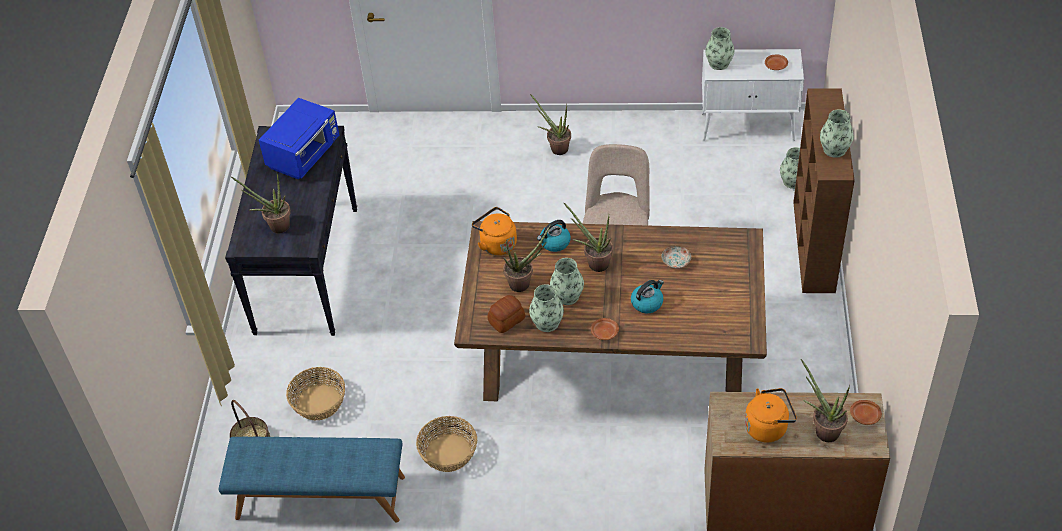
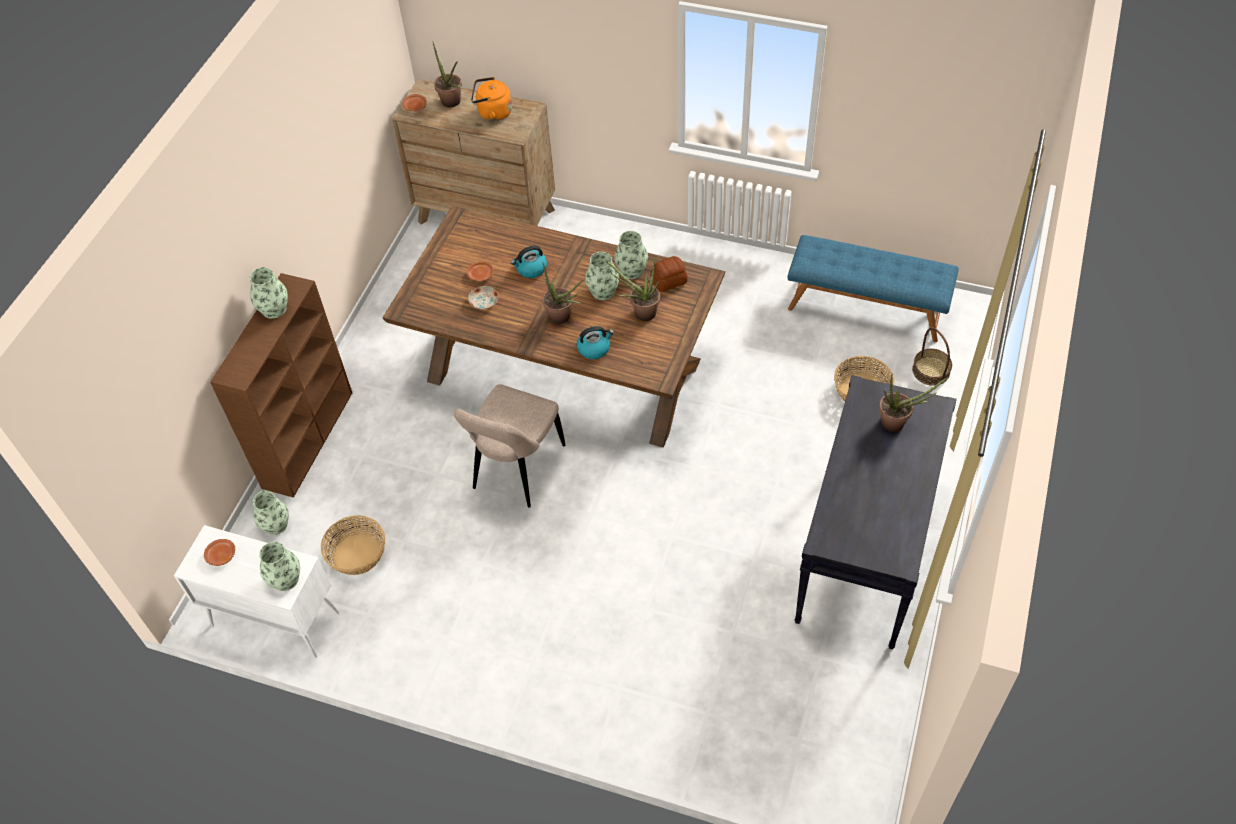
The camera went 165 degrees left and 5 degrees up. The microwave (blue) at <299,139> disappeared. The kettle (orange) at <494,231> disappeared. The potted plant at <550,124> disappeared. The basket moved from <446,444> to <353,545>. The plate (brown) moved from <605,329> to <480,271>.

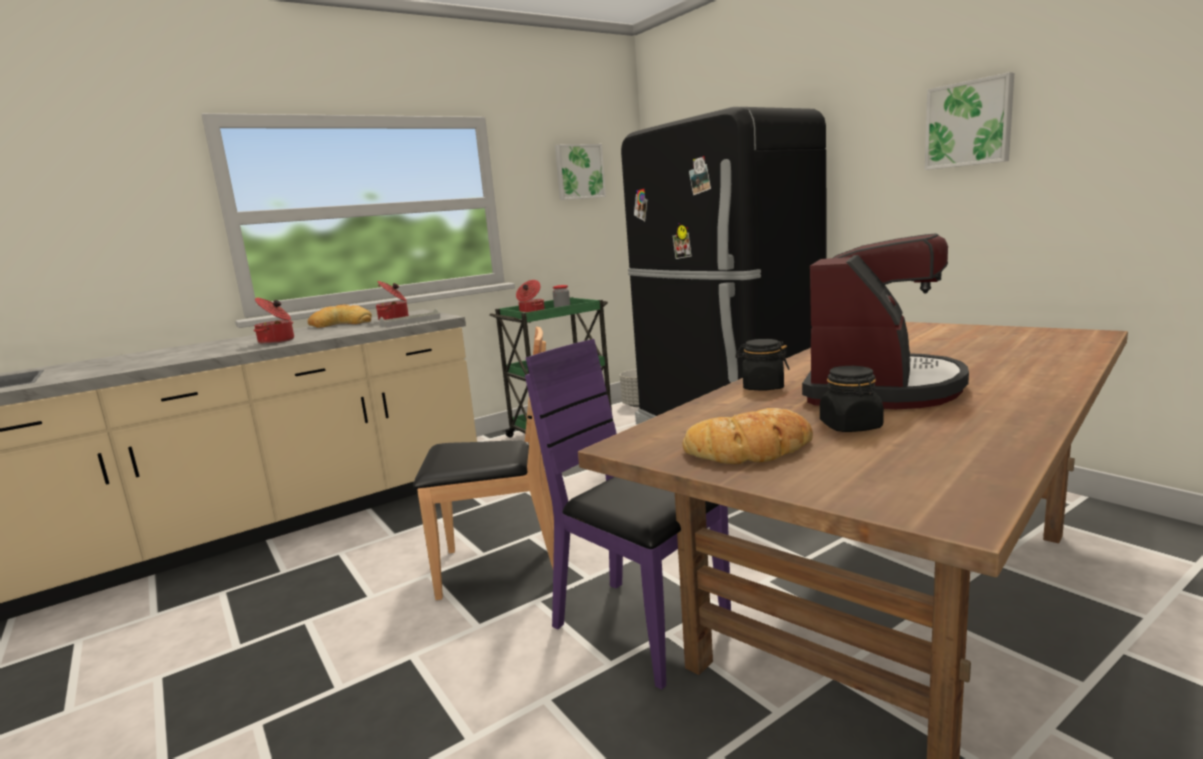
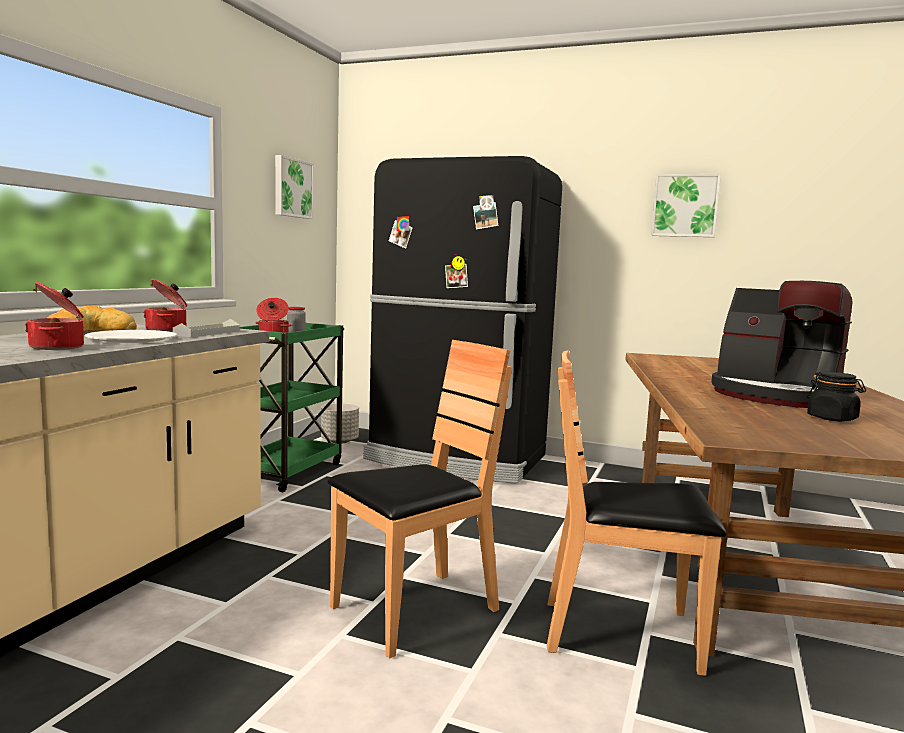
The camera went 35 degrees left and 5 degrees down. The bread at <748,436> disappeared. The jar (black) at <762,365> disappeared. The plate (white) at <131,336> appeared. The chair (purple) at <628,514> became the chair (brown) at <637,513>. The coffee machine at <885,321> turned 135 degrees clockwise.

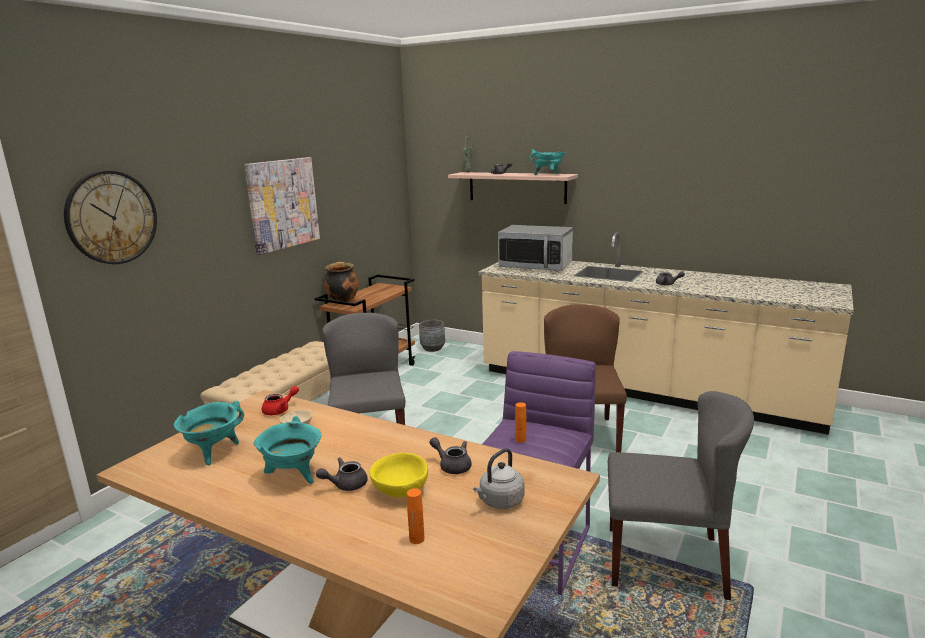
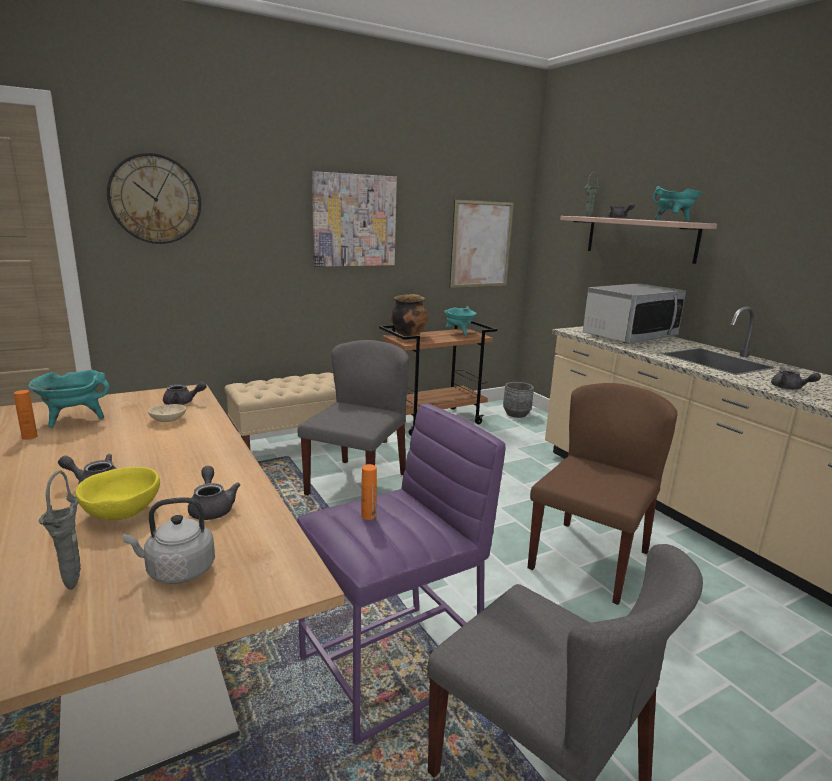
The camera went 30 degrees right and 0 degrees up. The vase (grey) at <59,530> appeared. The picture at <482,244> appeared. The cooking pot (turquoise) moved from <287,450> to <460,321>. The bottle (orange) moved from <416,516> to <26,415>. The teapot (red) at <280,400> became the teapot (grey) at <185,393>. The microwave at <535,248> turned 90 degrees counterclockwise.

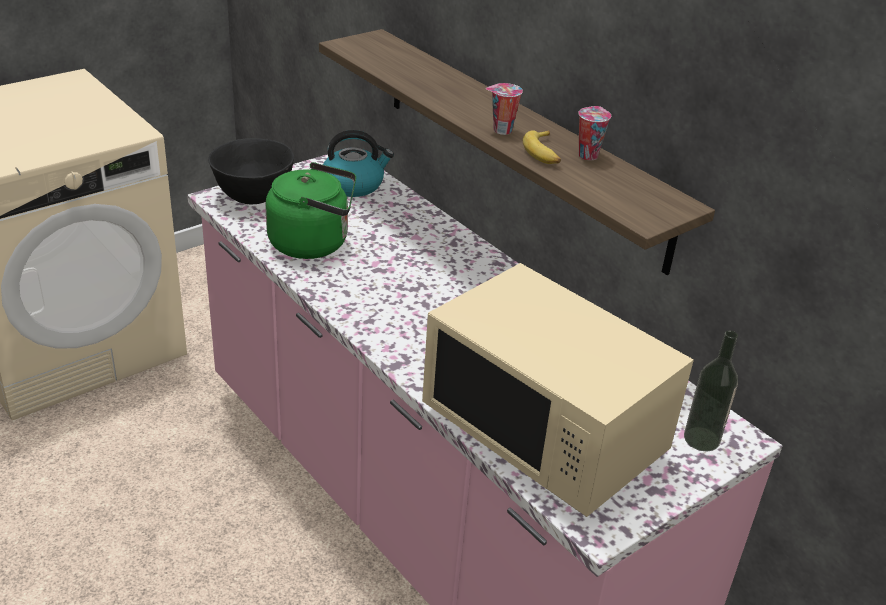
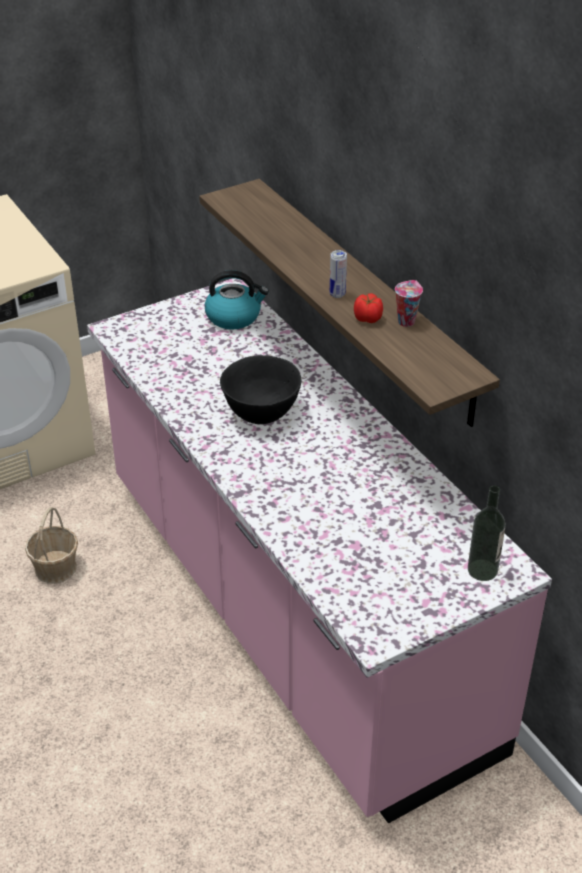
The camera went 10 degrees right and 5 degrees up. The kettle (green) at <310,210> disappeared. The microwave (beige) at <558,390> disappeared. The basket at <51,545> appeared. The bowl (black) moved from <251,171> to <260,389>. The cup at <504,109> was replaced by the can at <338,274>. The banana at <542,147> was replaced by the tomato at <368,308>.

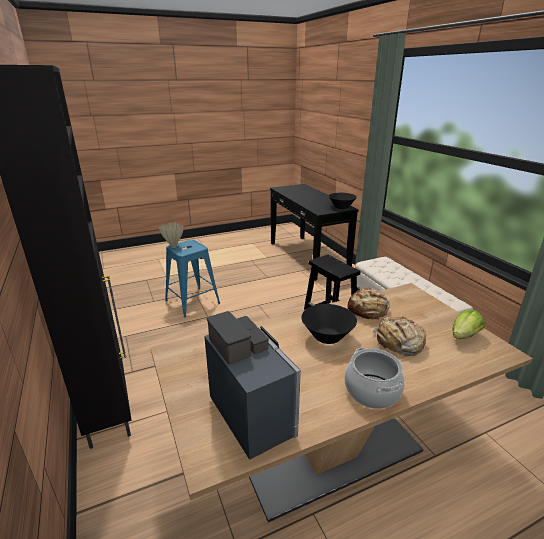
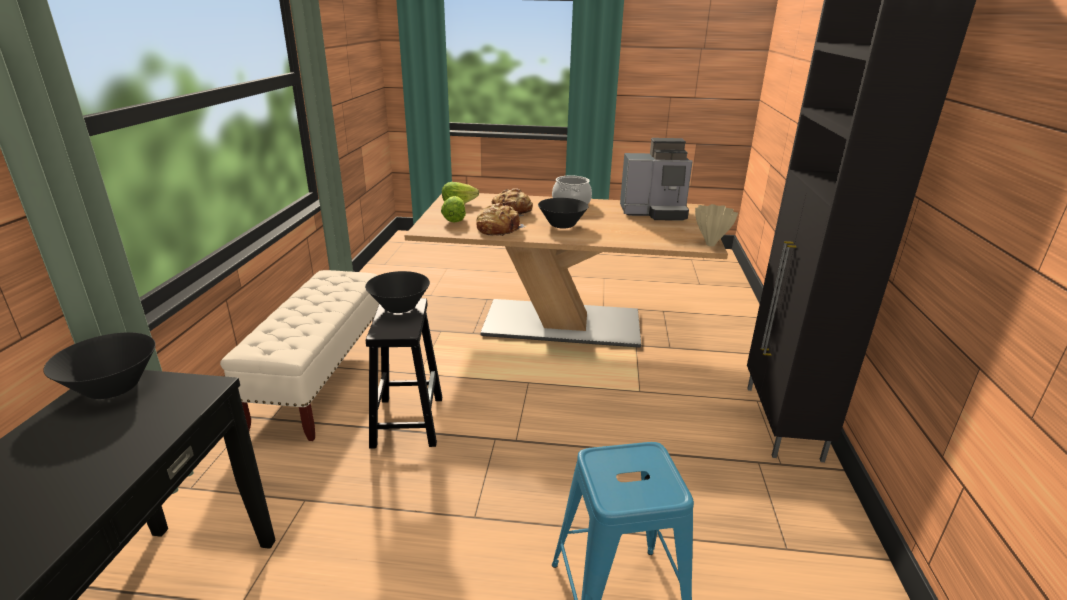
The camera went 150 degrees left and 0 degrees up. The bowl (black) at <397,292> appeared. The lettuce at <453,209> appeared. The vase (beige) moved from <171,234> to <716,225>. The coffee machine at <252,385> turned 90 degrees counterclockwise.

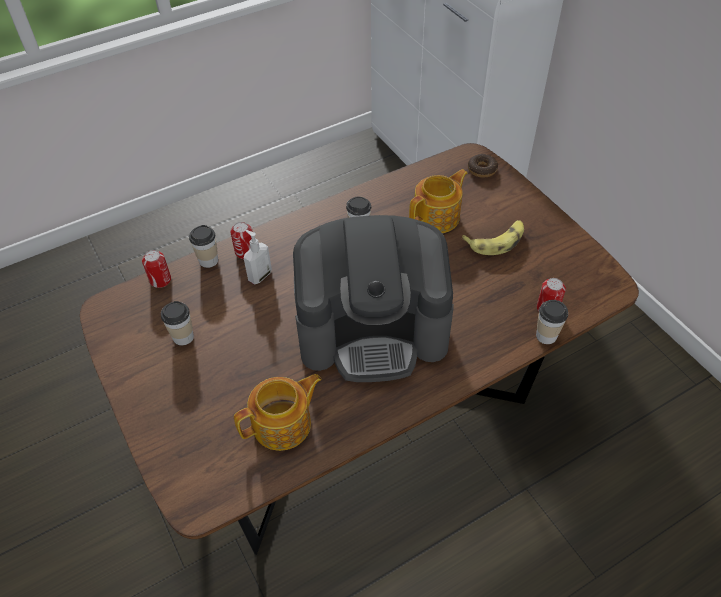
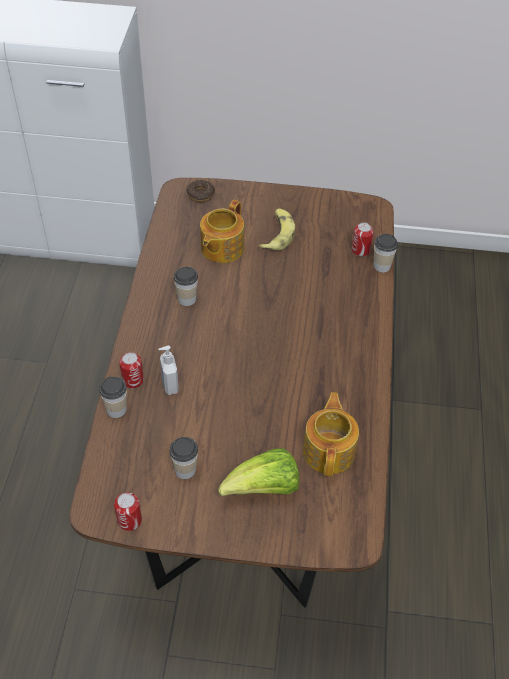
The camera went 55 degrees left and 0 degrees up. The coffee machine at <373,298> disappeared. The lettuce at <259,472> appeared. The can moved from <156,269> to <128,511>. The teapot at <438,201> turned 150 degrees counterclockwise.

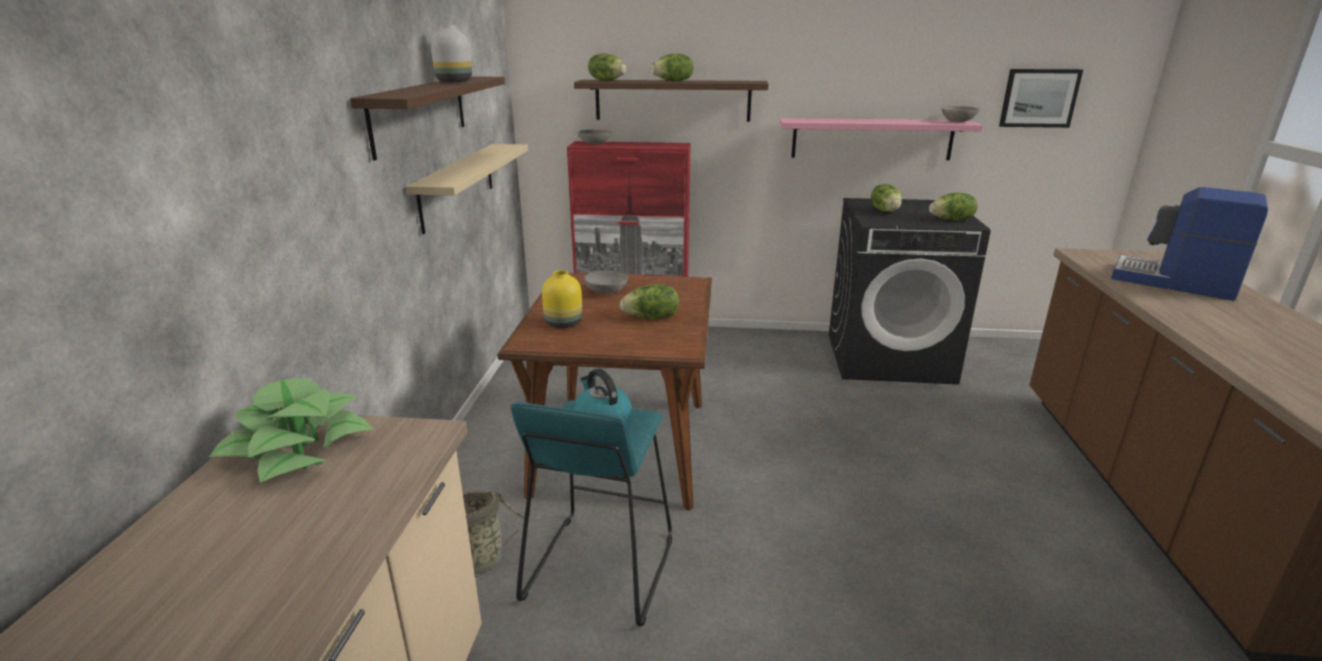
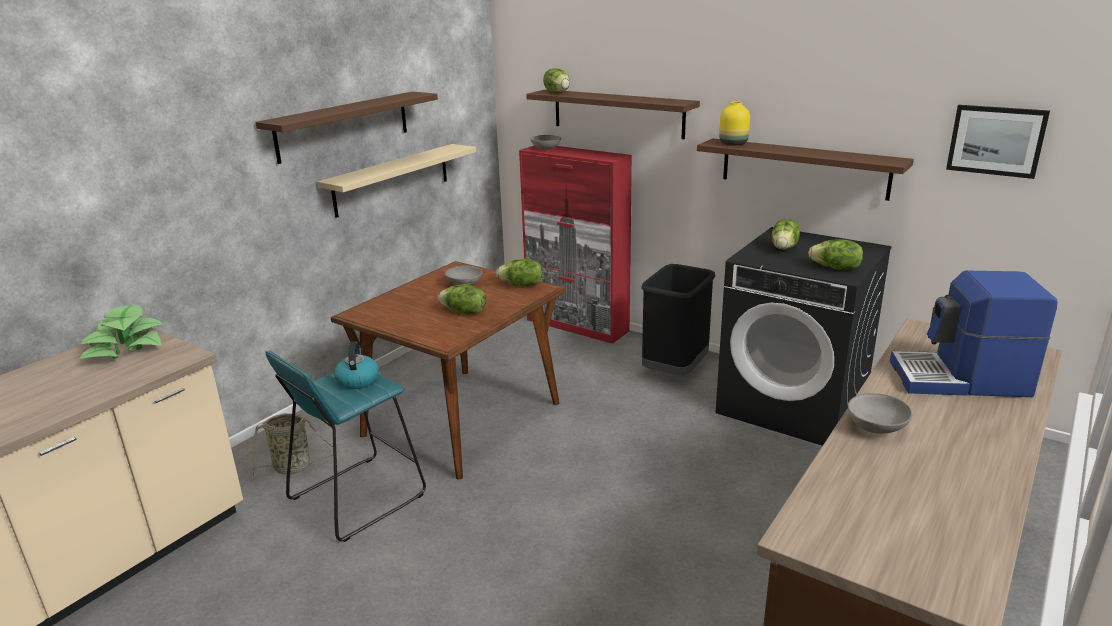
The camera went 30 degrees right and 0 degrees up. The vase (white) at <451,53> disappeared. The trash can (black) at <678,320> appeared. The vase (yellow) moved from <562,299> to <734,123>. The lettuce moved from <672,67> to <519,272>. The bowl (grey) moved from <960,114> to <880,413>. The shelf (pink) at <881,139> became the shelf (brown) at <805,169>. The coffee machine at <1189,244> turned 60 degrees counterclockwise.

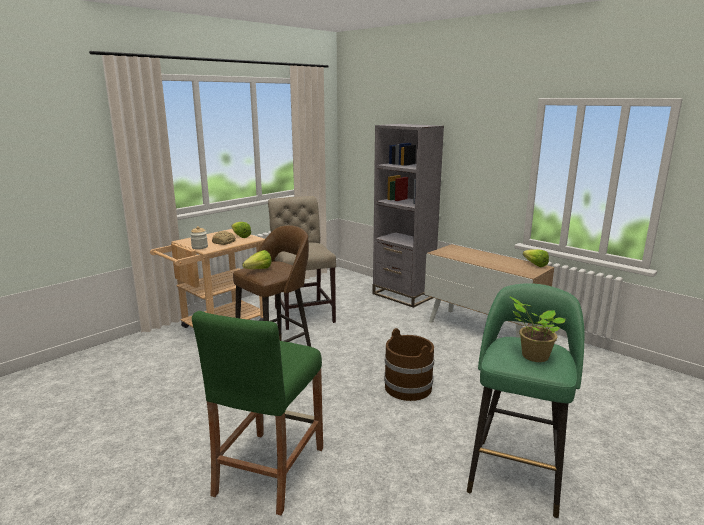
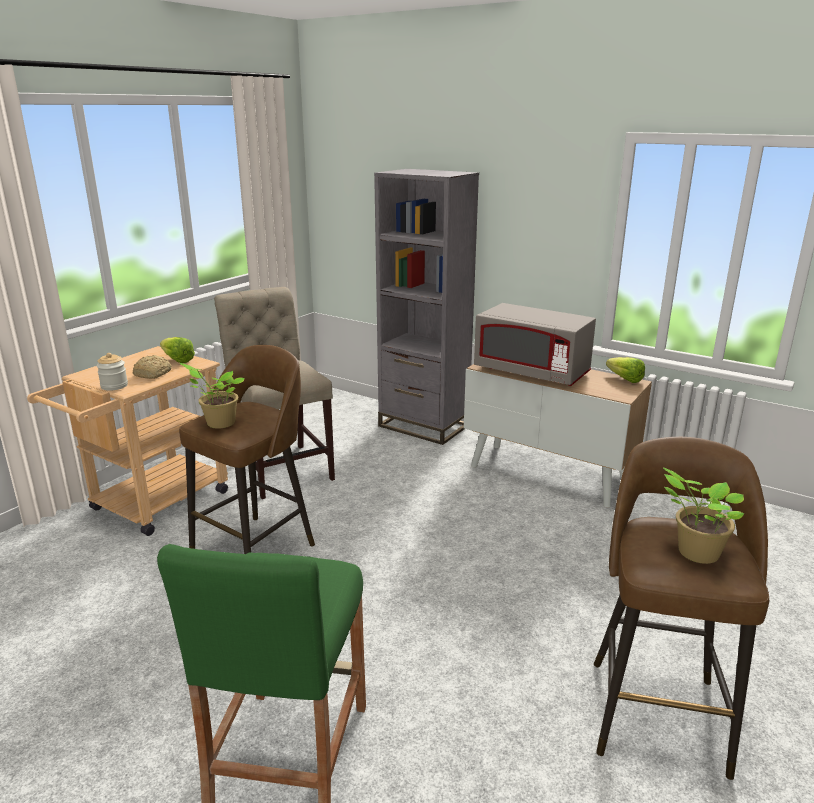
The camera went 10 degrees left and 5 degrees up. The bucket (brown) at <409,364> disappeared. The microwave (grey) at <535,344> appeared. The lettuce at <257,259> was replaced by the potted plant at <212,396>. The stool (green) at <525,400> became the stool (brown) at <681,608>.

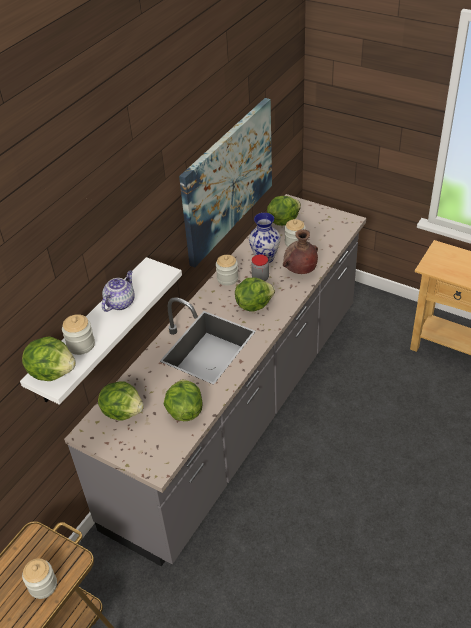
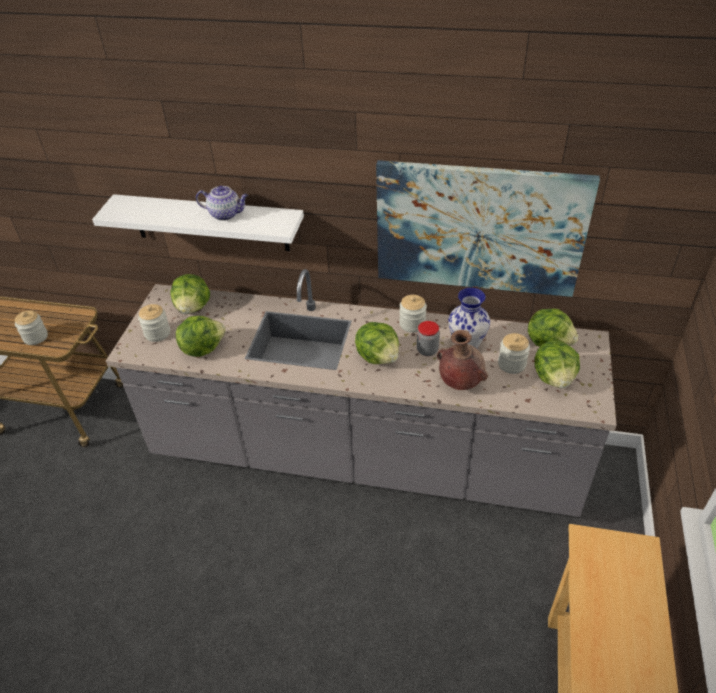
The camera went 70 degrees right and 0 degrees up. The lettuce moved from <49,358> to <557,364>. The jar moved from <78,334> to <154,323>.

